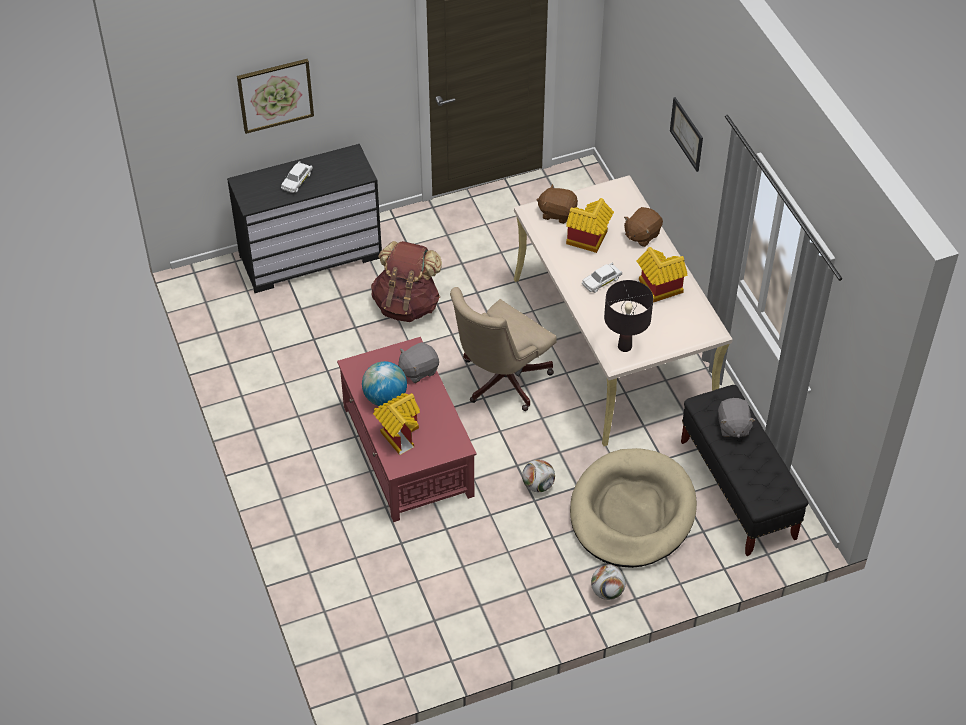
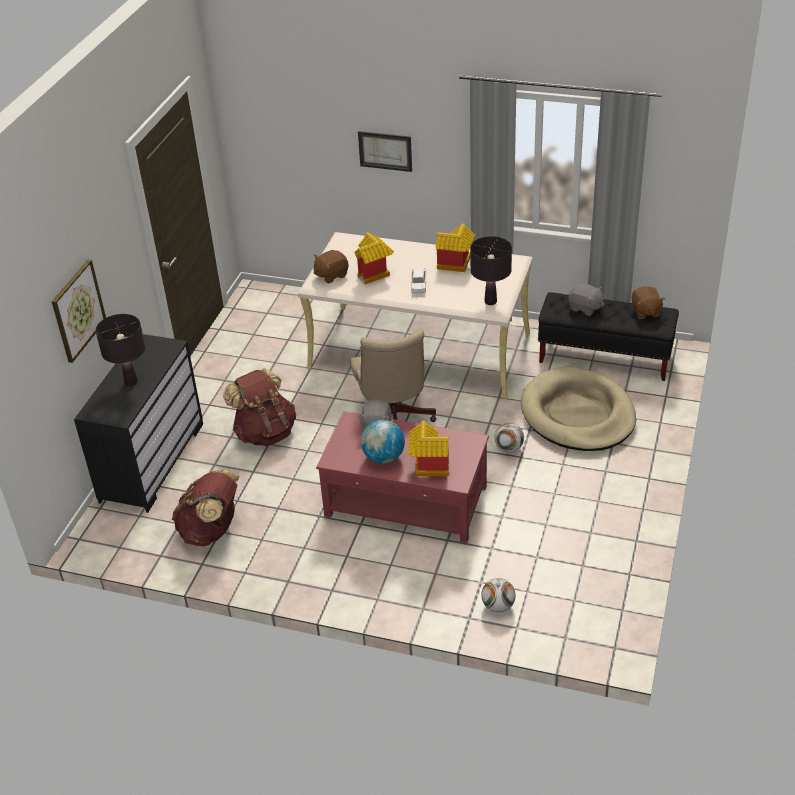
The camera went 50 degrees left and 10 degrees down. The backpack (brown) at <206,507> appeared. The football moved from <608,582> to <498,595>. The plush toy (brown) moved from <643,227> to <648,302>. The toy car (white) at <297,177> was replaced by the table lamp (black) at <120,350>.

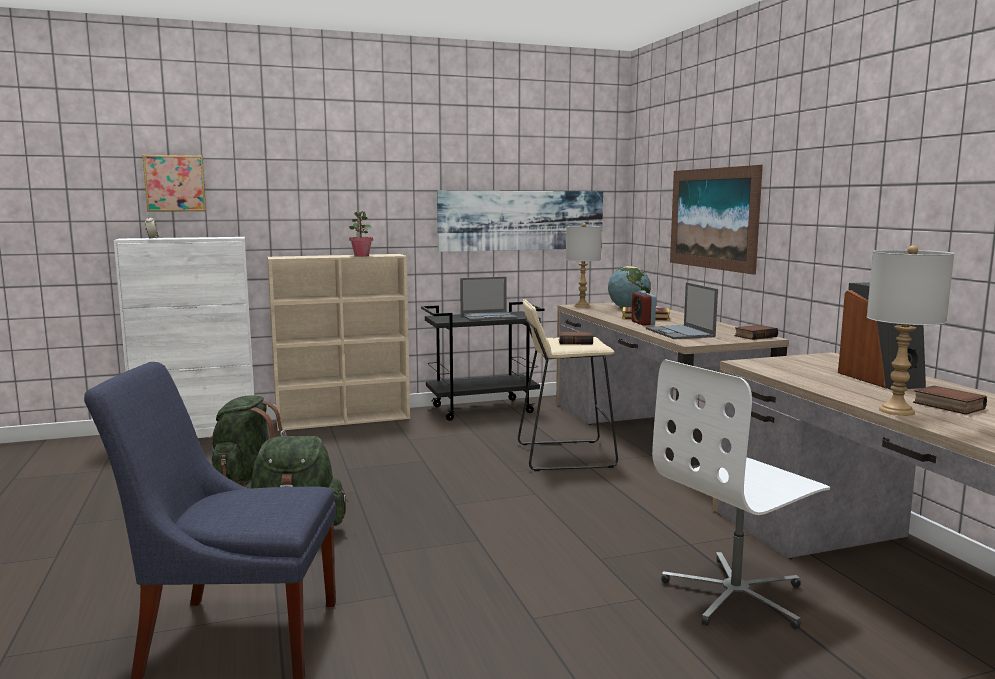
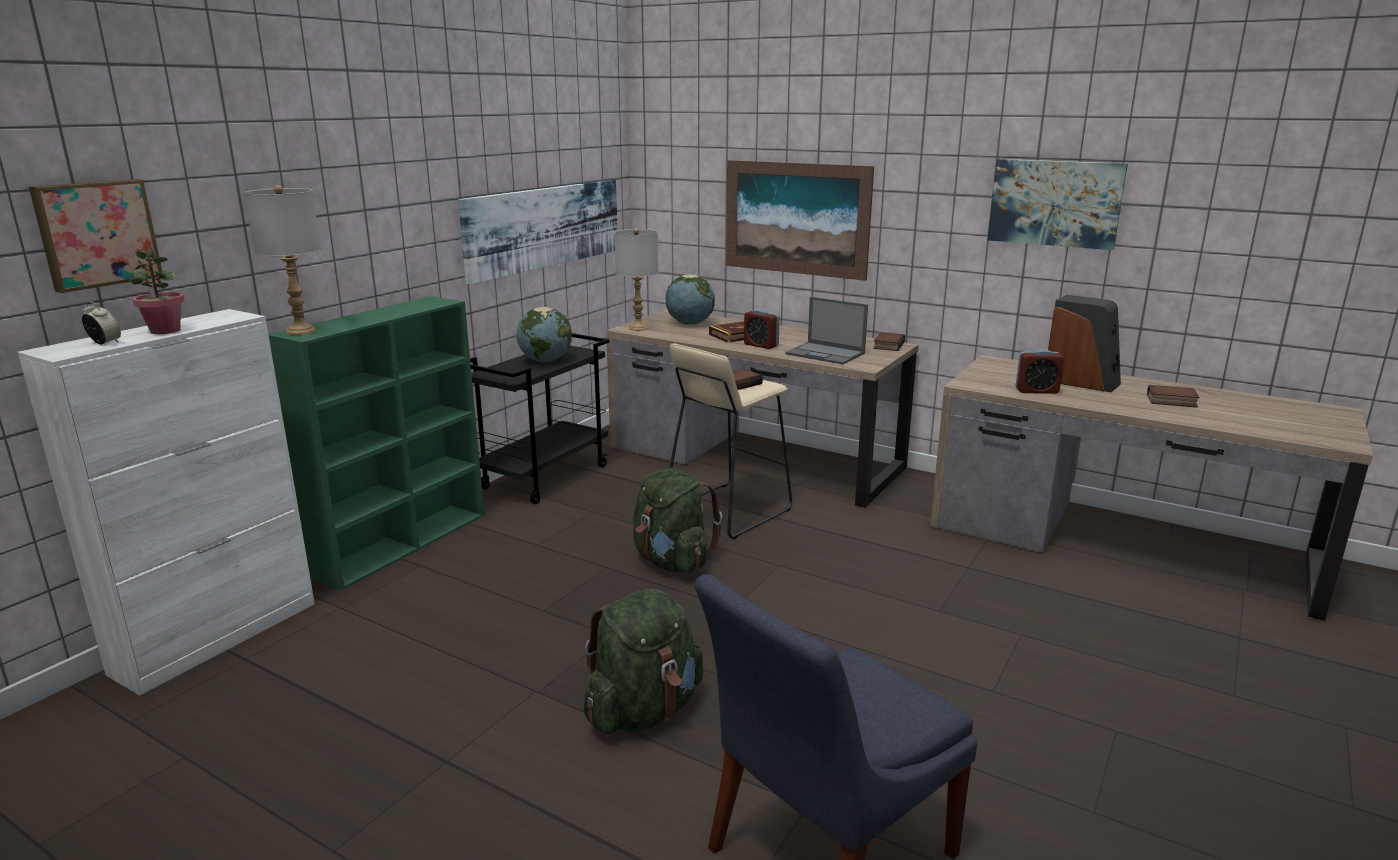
The camera went 40 degrees left and 10 degrees up. The office chair (white) at <741,494> disappeared. The picture at <1058,204> appeared. The alarm clock at <1040,371> appeared. The backpack (green) moved from <248,438> to <677,520>. The potted plant moved from <361,234> to <157,290>. The table lamp (grey) moved from <910,330> to <282,260>. The laptop at <488,299> was replaced by the globe at <544,334>. The bookcase (beige) at <338,342> became the bookcase (green) at <376,443>.

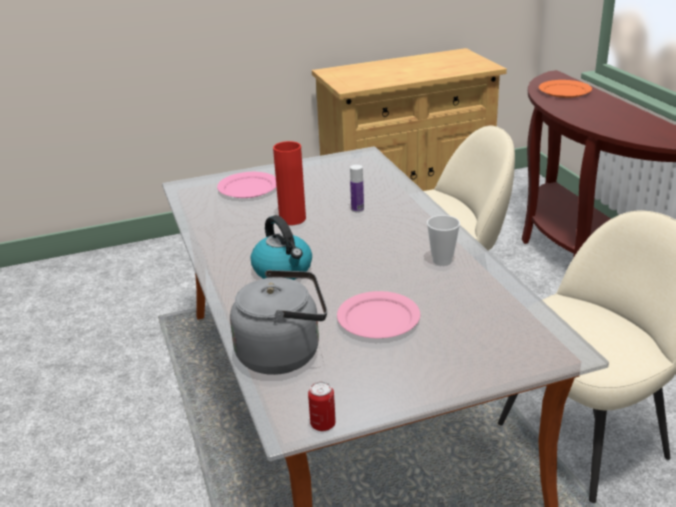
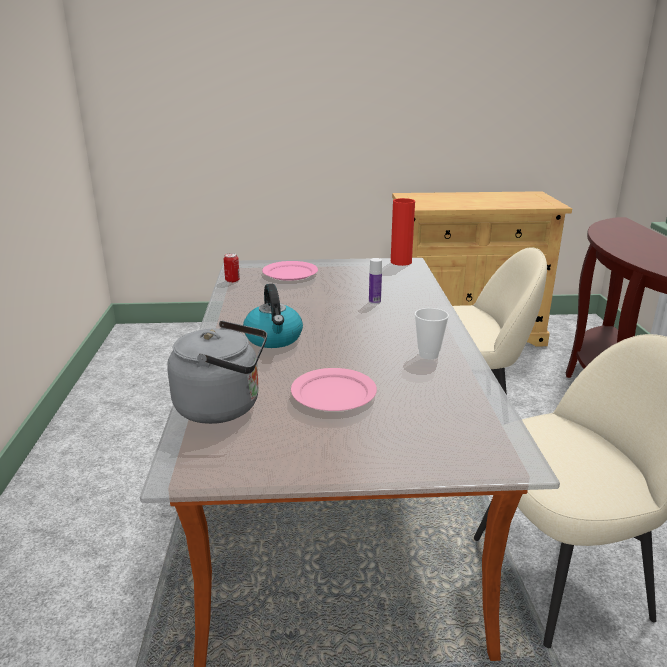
The camera went 15 degrees right and 5 degrees down. The plate (orange) at <565,89> disappeared. The vase (red) moved from <289,183> to <403,232>. The can moved from <322,406> to <232,268>.

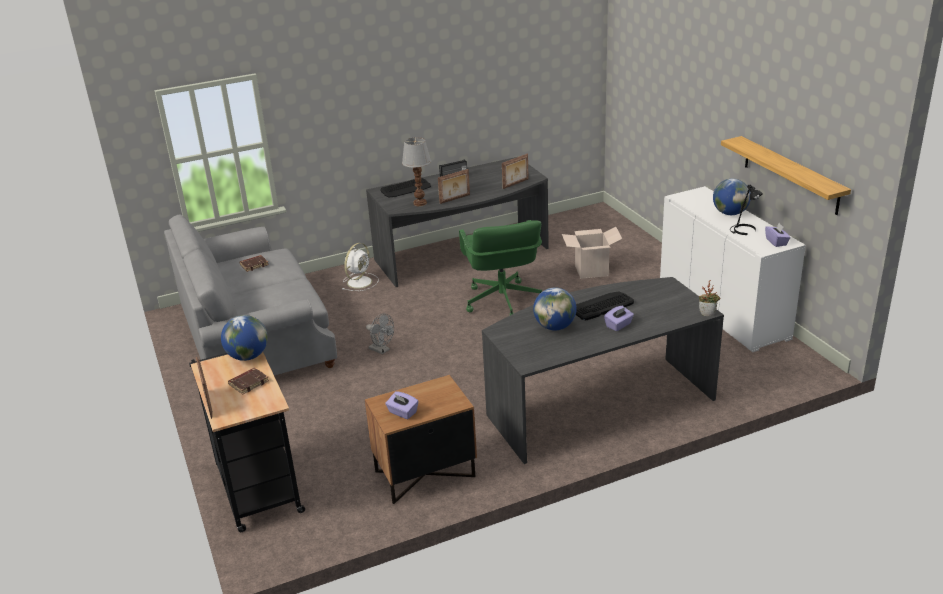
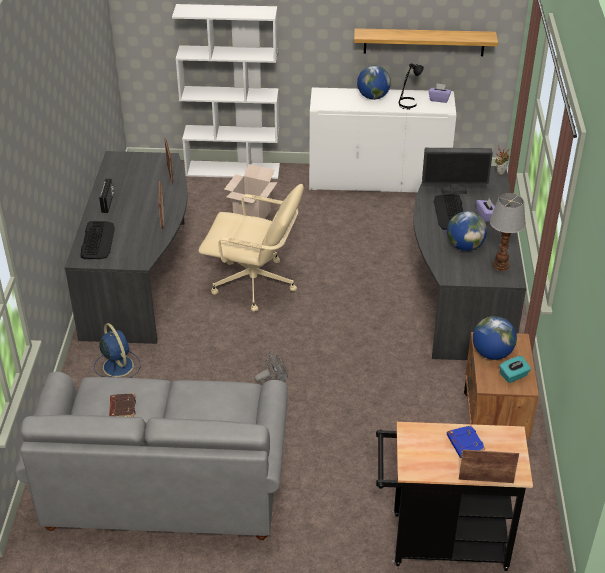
The camera went 65 degrees left and 10 degrees up. The bookcase (white) at <226,91> appeared. The monitor at <457,171> appeared. The globe moved from <244,338> to <495,338>. The table lamp moved from <416,171> to <507,232>. The book (brown) at <248,381> became the book (blue) at <466,441>. The fan (white) at <360,267> became the fan (blue) at <117,350>. The tissue box (purple) at <402,405> became the tissue box (turquoise) at <515,369>. The office chair (green) at <500,268> became the office chair (beige) at <251,248>.

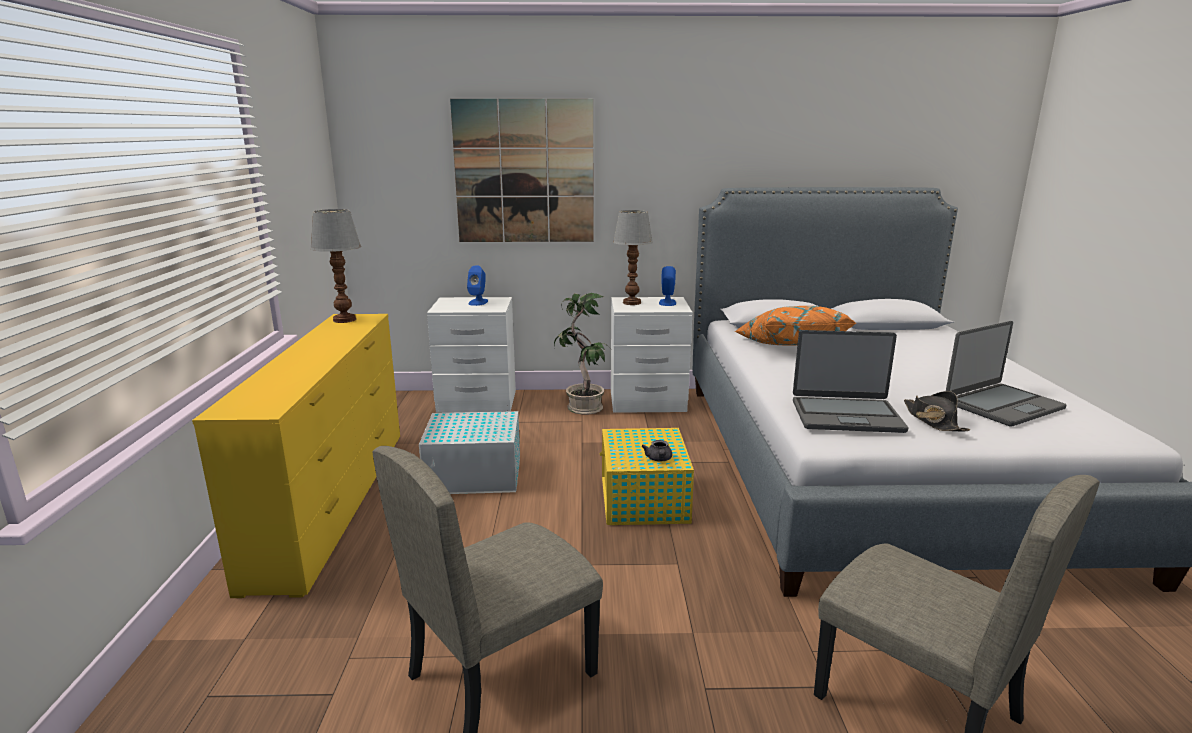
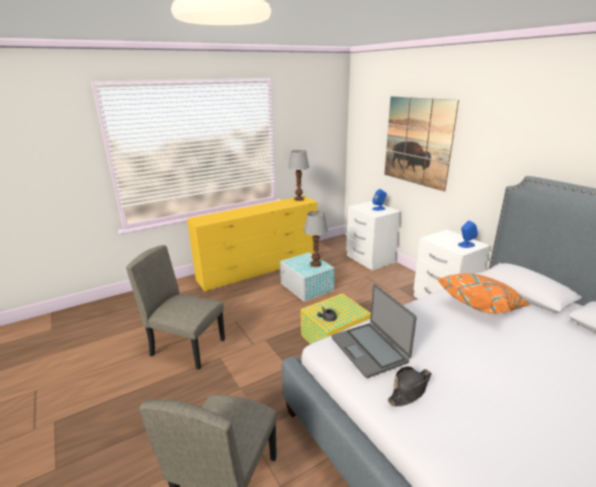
The camera went 60 degrees right and 5 degrees up. The potted plant at <582,354> disappeared. The laptop at <1006,374> disappeared. The table lamp moved from <633,257> to <316,239>.

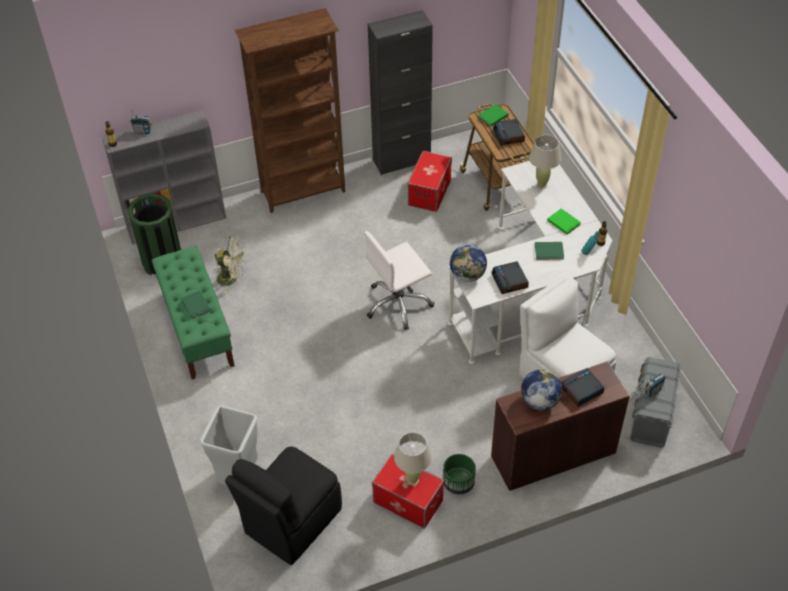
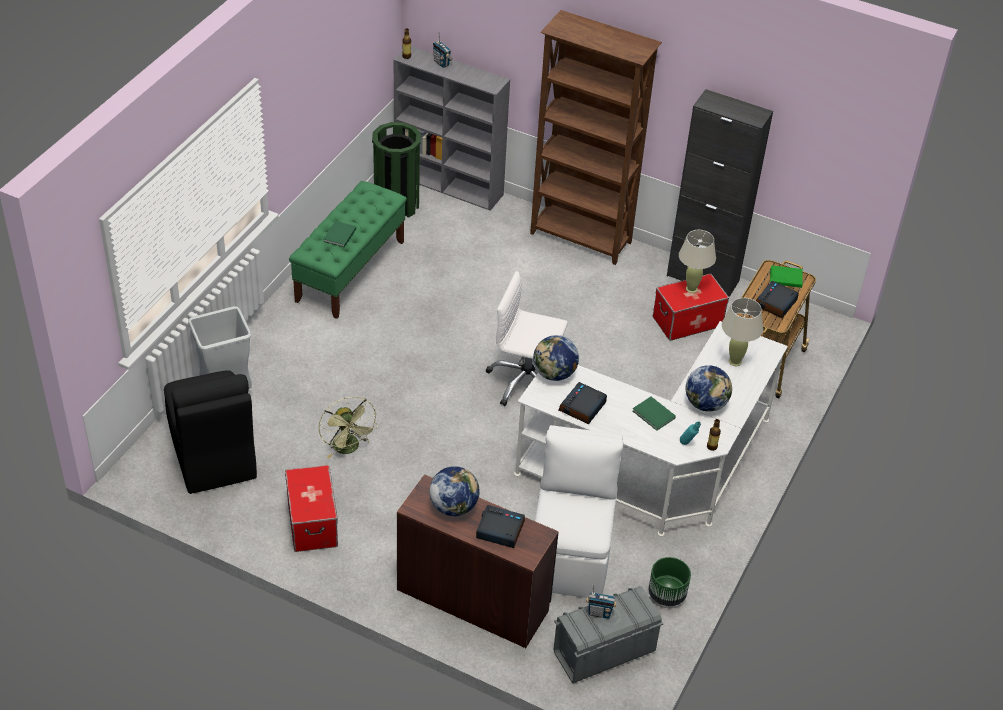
The camera went 45 degrees right and 5 degrees down. The fan (green) moved from <230,264> to <348,428>. The table lamp (beige) moved from <413,458> to <697,261>. The planter (green) moved from <459,474> to <670,581>. The book (green) at <564,222> was replaced by the globe at <709,388>. The chair (black) at <283,505> turned 105 degrees counterclockwise.

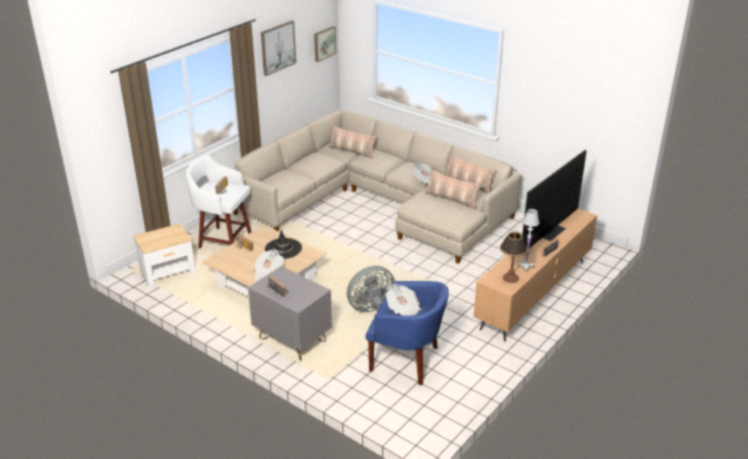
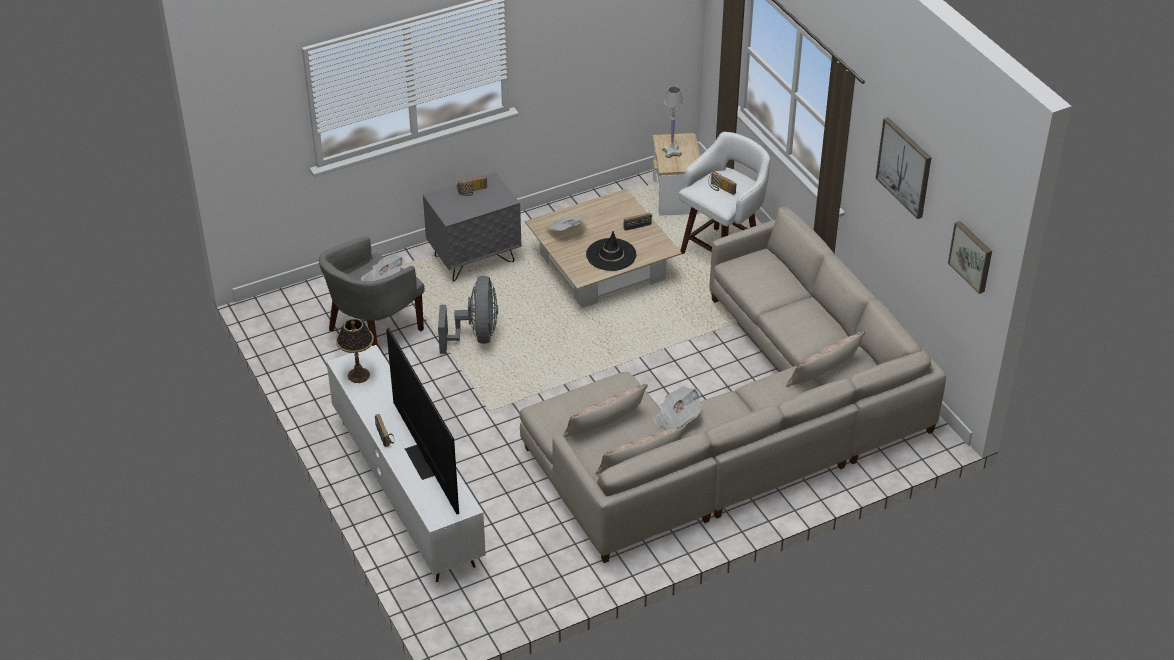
The camera went 115 degrees right and 10 degrees up. The table lamp (white) moved from <528,240> to <673,122>. The armchair (blue) at <406,333> became the armchair (grey) at <372,291>. The tv stand (brown) at <535,275> became the tv stand (white) at <406,463>.

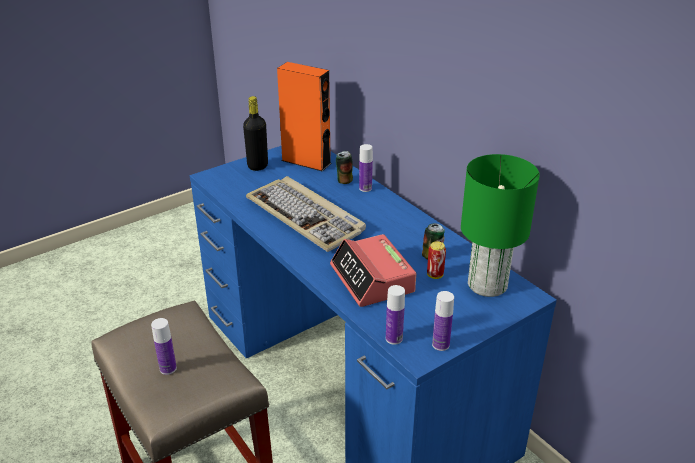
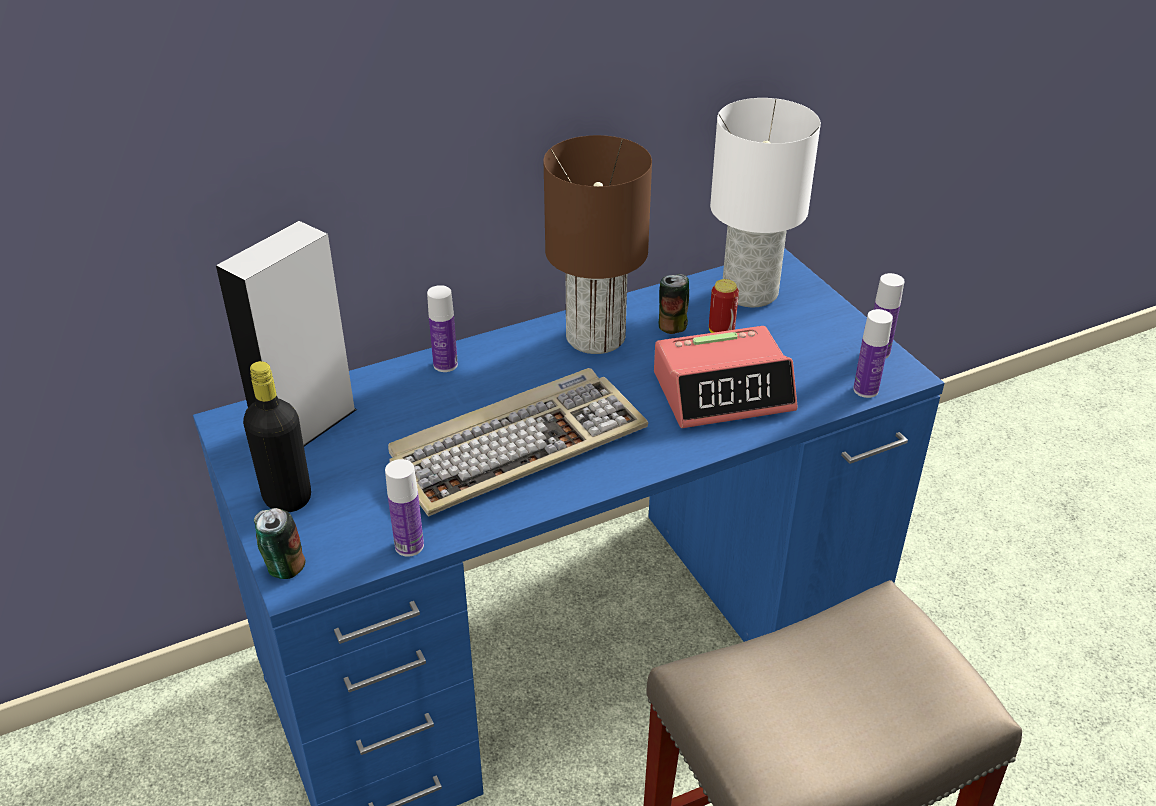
The camera went 80 degrees left and 5 degrees up. The table lamp (brown) at <597,244> appeared. The bottle moved from <164,346> to <404,508>. The can moved from <344,167> to <279,543>. The speaker (orange) at <304,117> became the speaker (grey) at <286,333>. The table lamp (green) at <500,225> became the table lamp (white) at <765,202>.

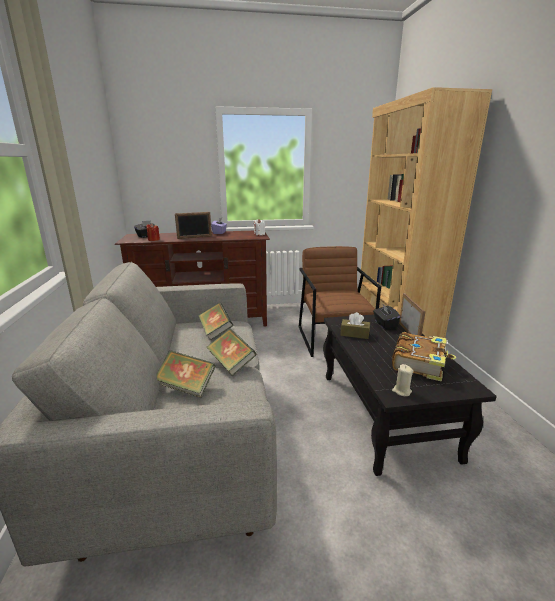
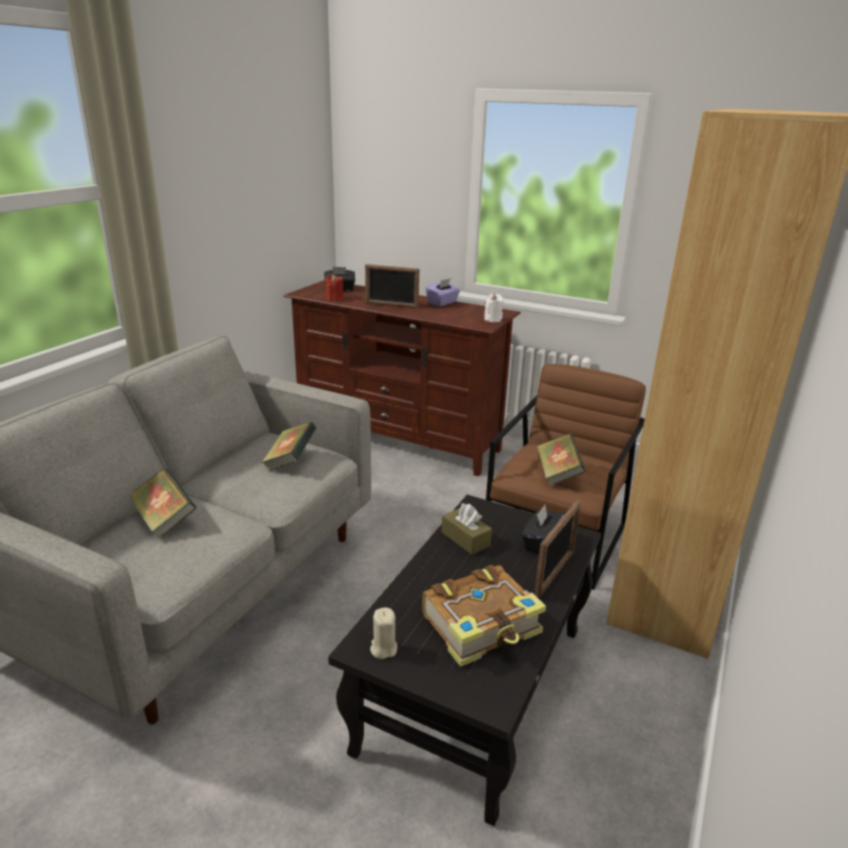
The camera went 35 degrees right and 5 degrees up. The book moved from <232,352> to <561,459>.

